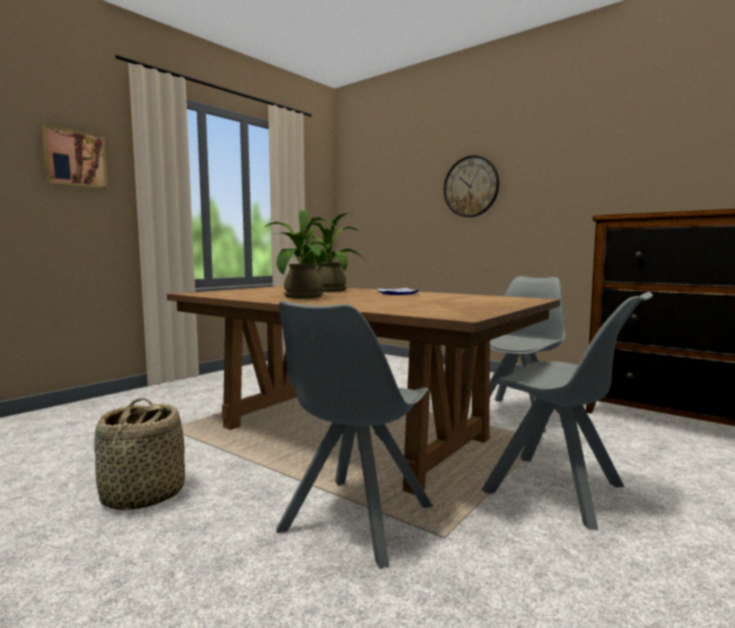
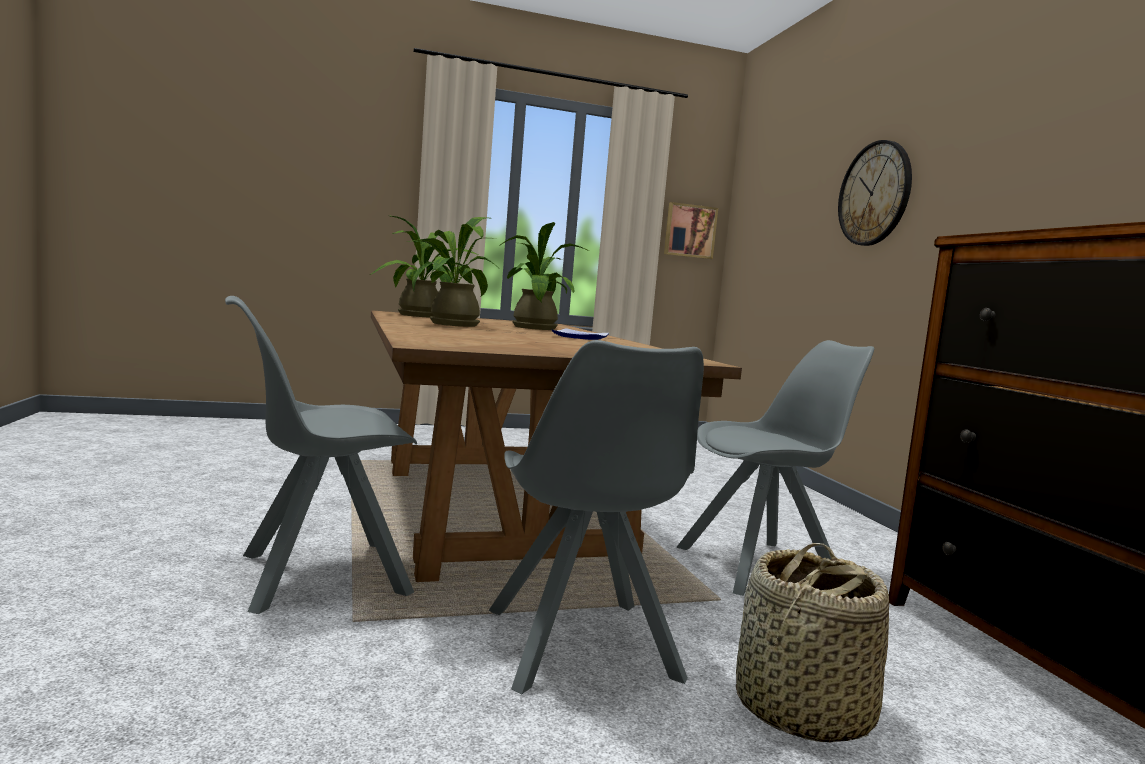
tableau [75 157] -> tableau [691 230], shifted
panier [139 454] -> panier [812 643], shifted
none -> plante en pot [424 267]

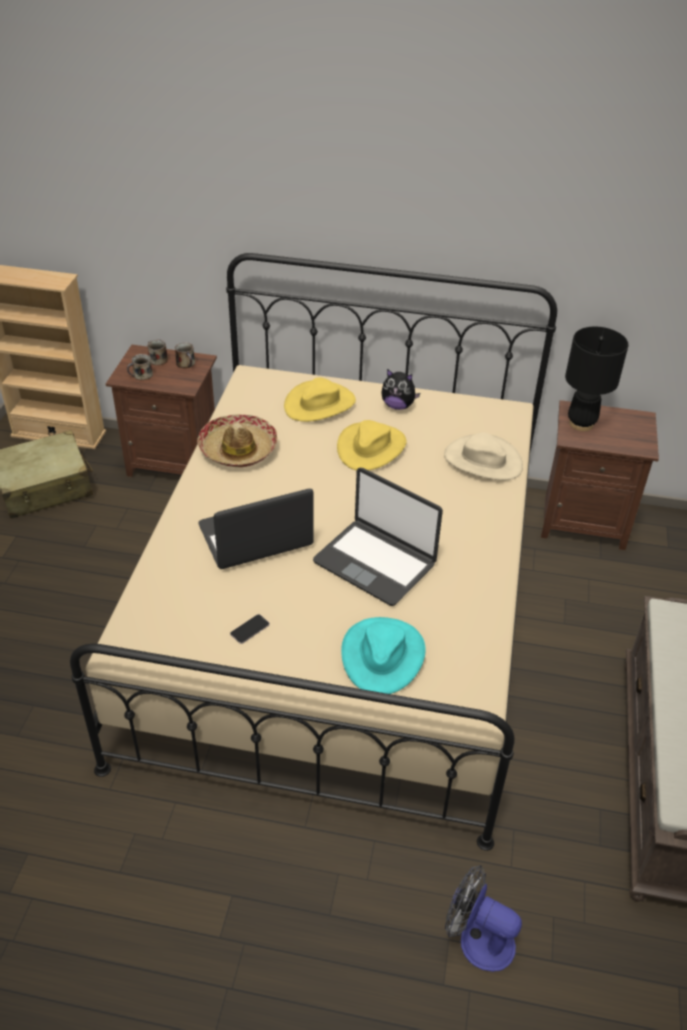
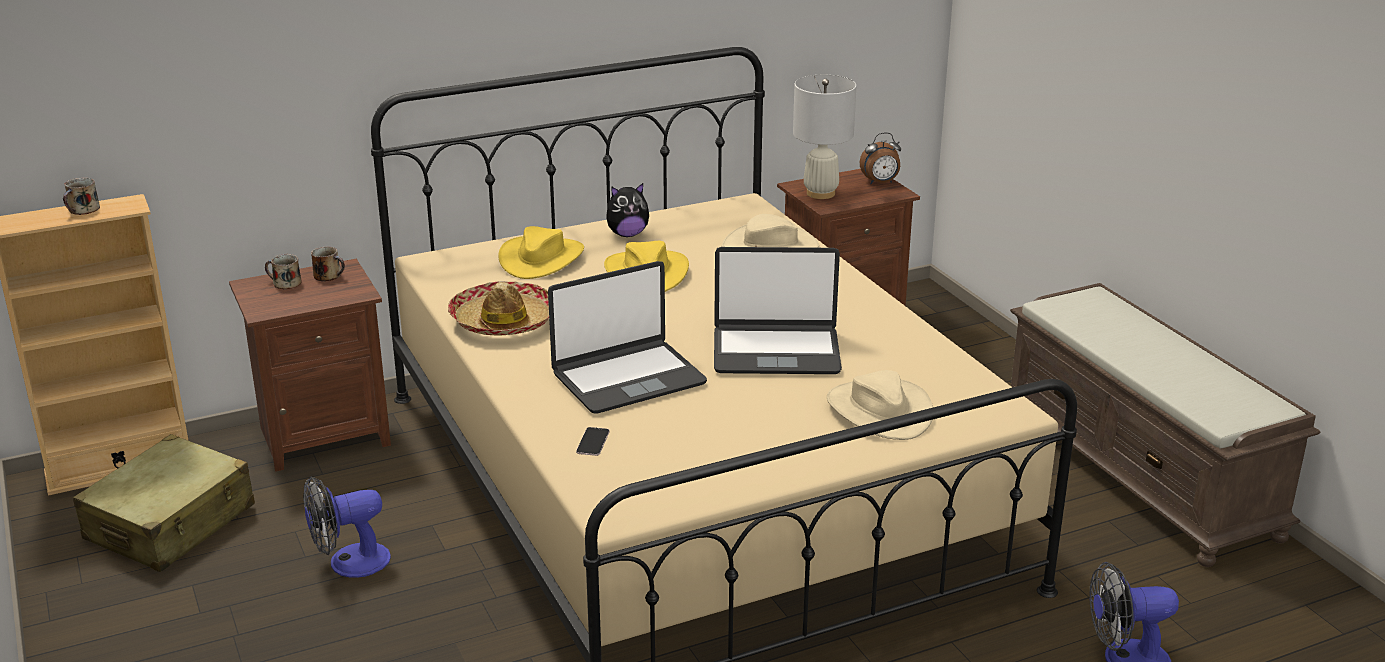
lampe de table (noir) [597 379] -> lampe de table (blanc) [824 137]
mug [140 367] -> mug [81 196], shifted
ordinateur portable [255 529] -> ordinateur portable [627 337], 150 degrees counterclockwise
téléphone [250 629] -> téléphone [593 441], shifted
chapeau (turquoise) [383 655] -> chapeau (beige) [880 405]
none -> réveil [880 158]
none -> ventilateur [347 527]

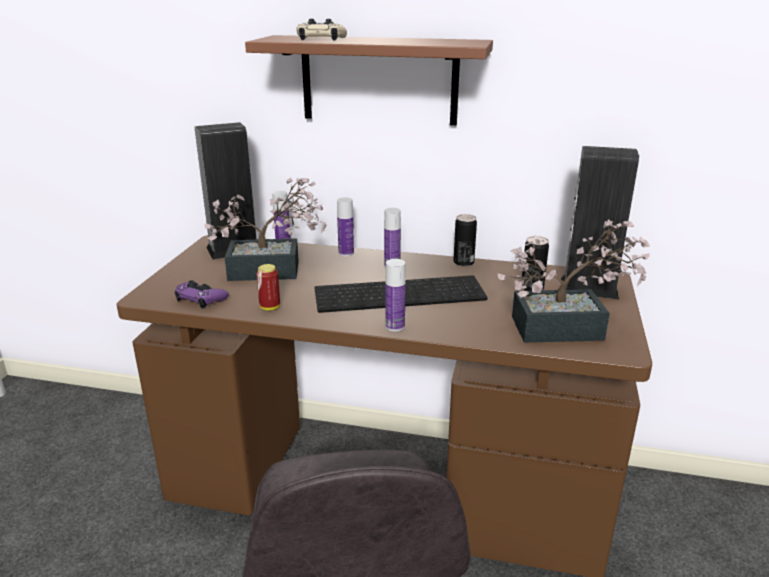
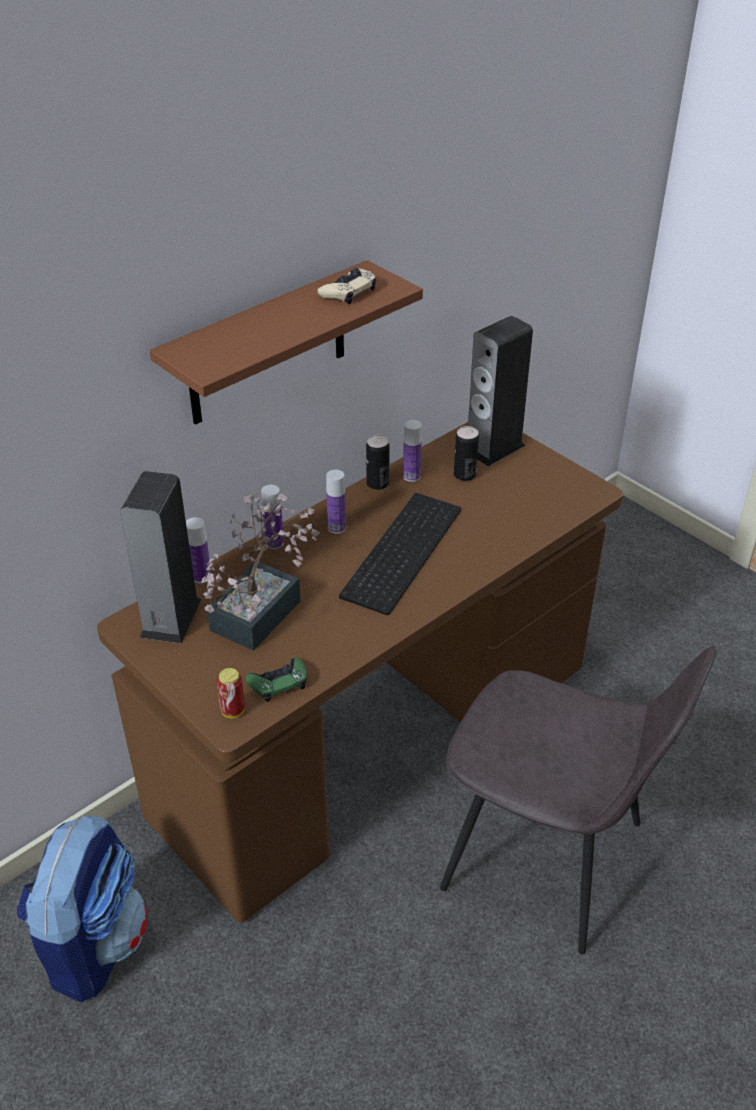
manette (beige) [322 29] -> manette (beige) [347 286], shifted
plante en pot [574 281] -> none
bouteille [395 295] -> bouteille [412 451], shifted
boîte métallique [268 287] -> boîte métallique [231 693], shifted
manette (violet) [202 294] -> manette (vert) [276 679]
none -> sac à dos [82 908]

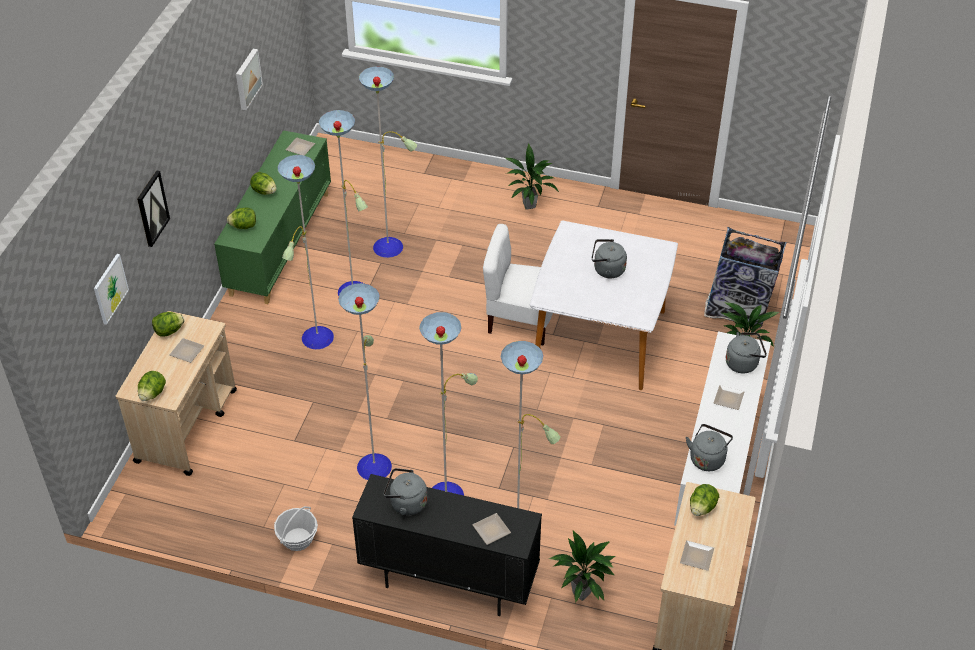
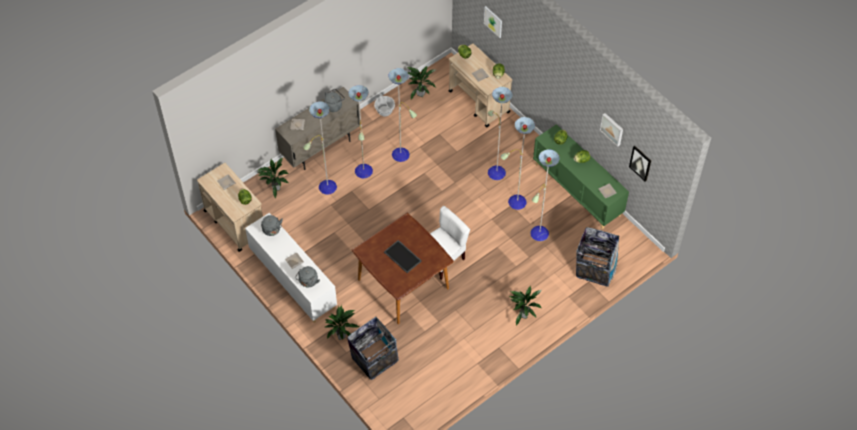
tableau [153 208] -> tableau [640 164], shifted
table à manger (blanc) [604 305] -> table à manger (marron) [402 268]
bouilloire (gris) [609 258] -> plateau [403 256]
meuble de rangement (noir) [447 545] -> meuble de rangement (beige) [317 128]
none -> plante en pot [421 82]
none -> poubelle [597 257]

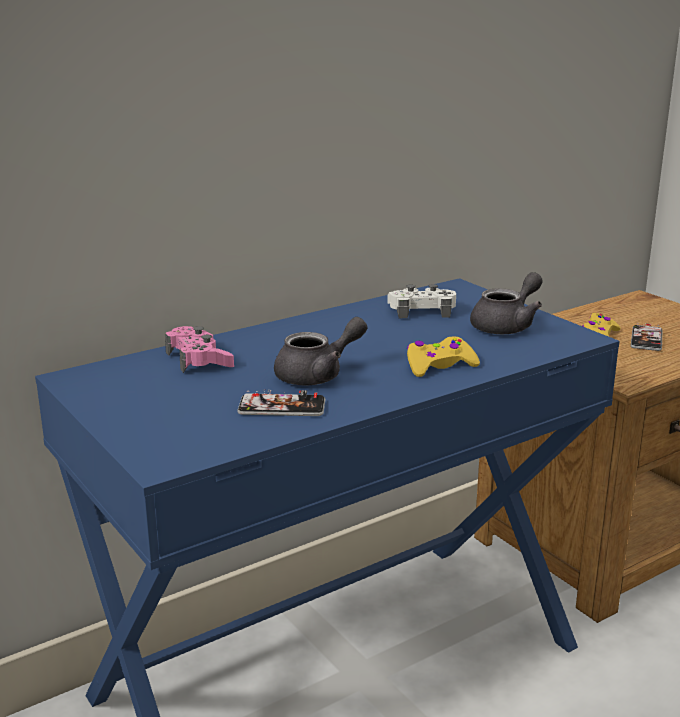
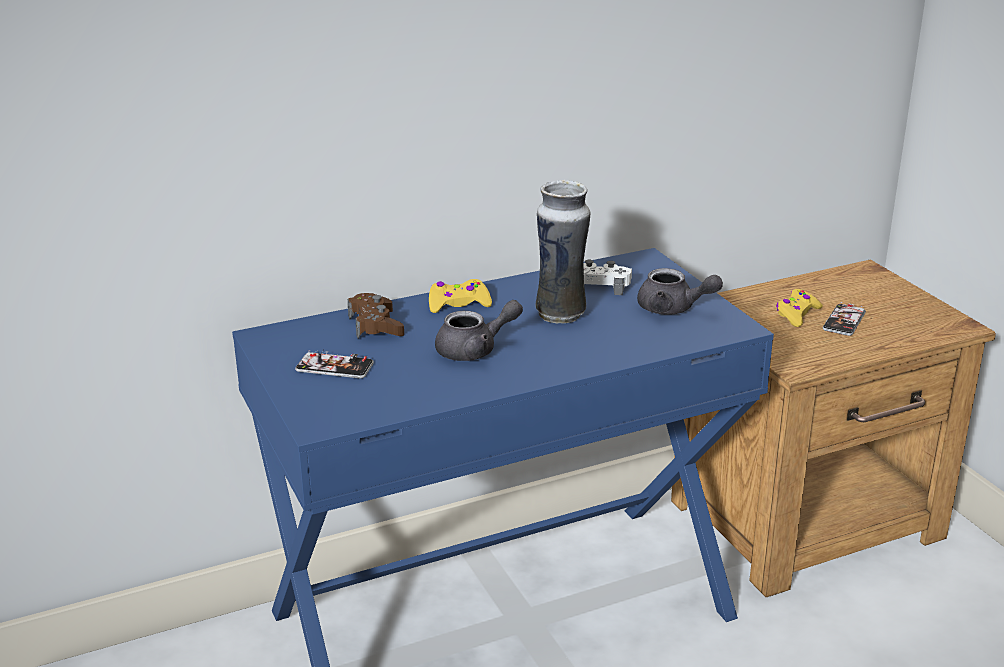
théière (gris) [506 303] -> théière (gris) [680 291], 60 degrees clockwise
manette (rose) [199 349] -> manette (marron) [376 315]
manette (jaune) [443 356] -> manette (jaune) [460 296], shifted
téléphone [281 402] -> téléphone [334 364], shifted
none -> vase [562 252]

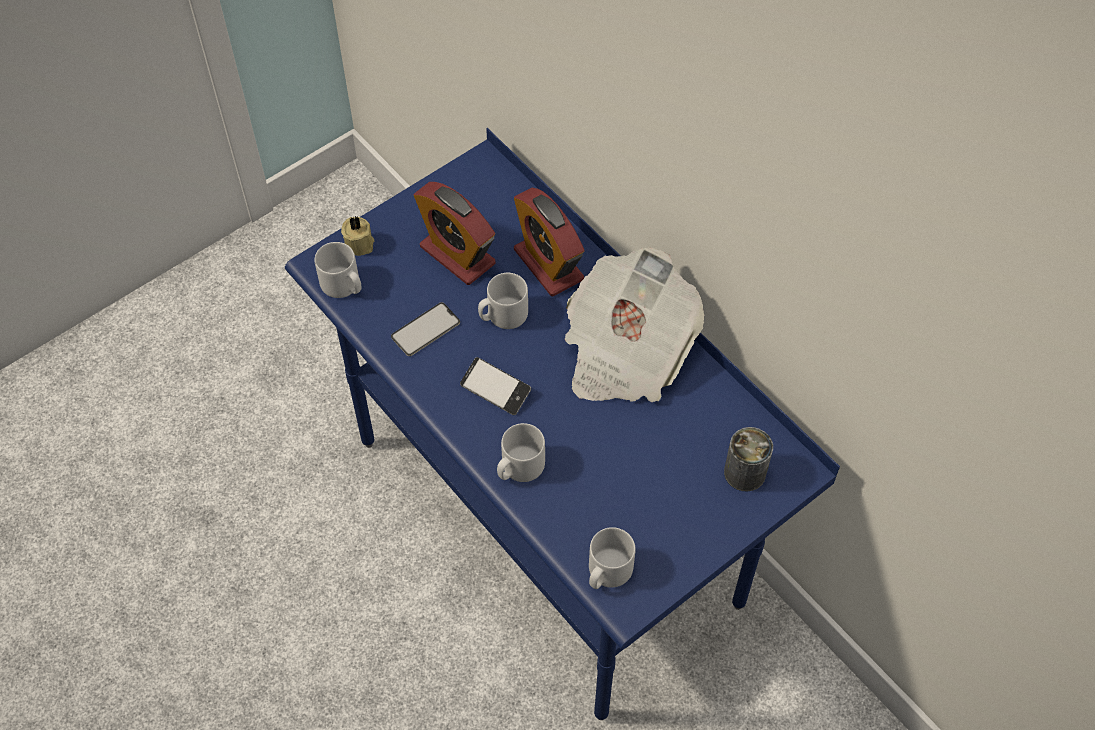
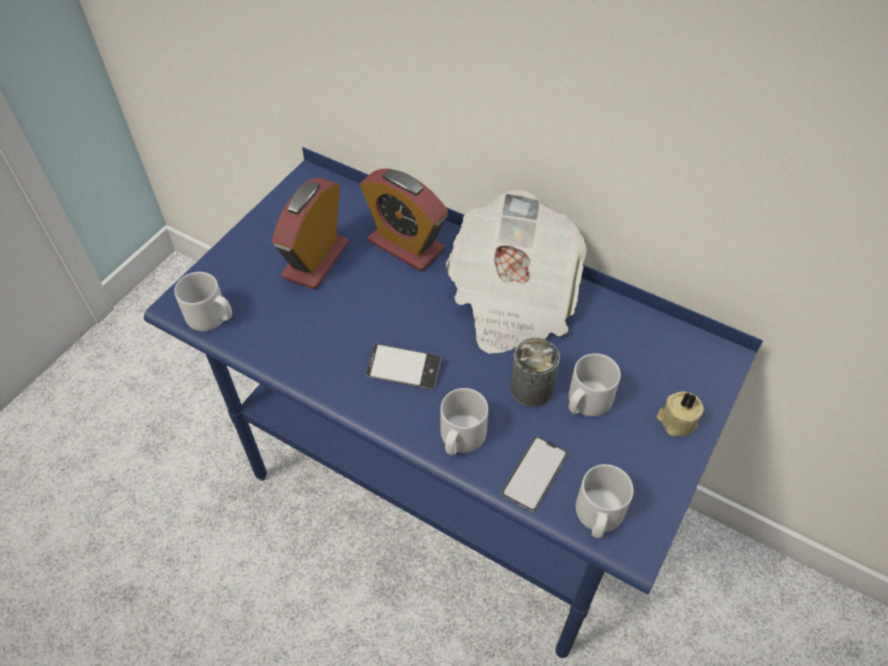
réveil [454 233] -> réveil [310 233], 90 degrees clockwise
bougie (beige) [357 236] -> bougie (beige) [680 414], shifted
mug (gris) [503 301] -> mug (gris) [595 385], shifted
téléphone [425 329] -> téléphone [534 474], shifted
boîte métallique [748 459] -> boîte métallique [535 372], shifted

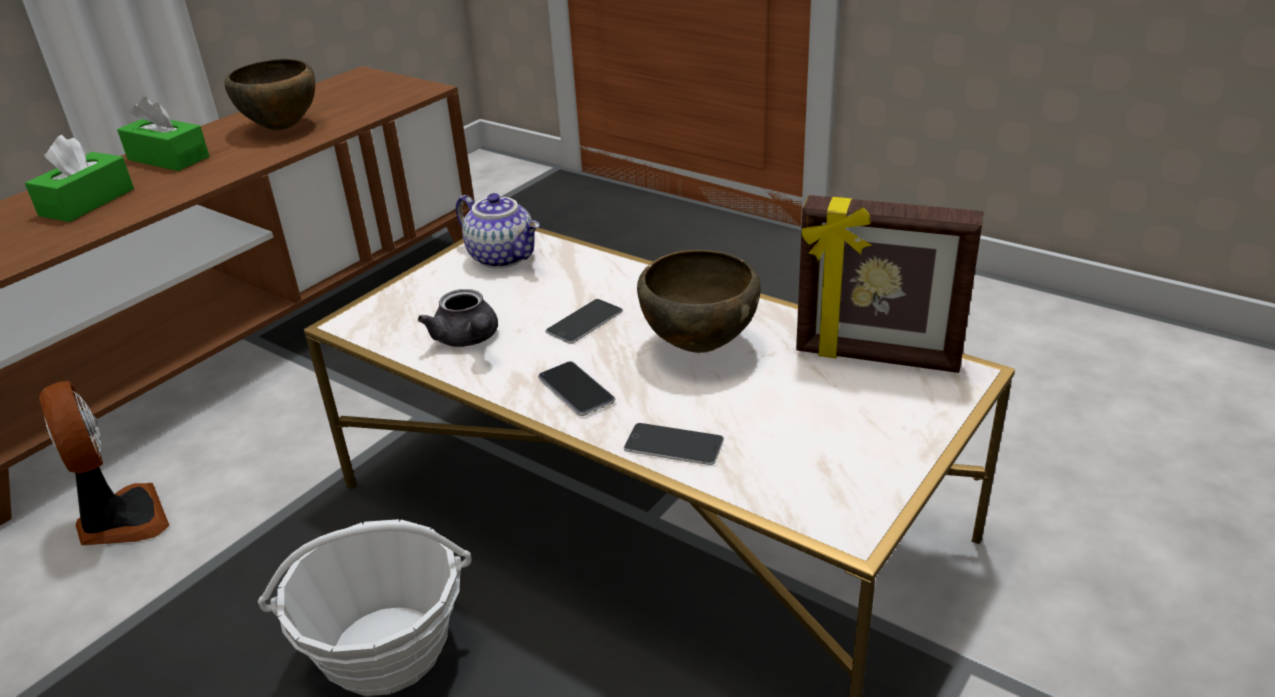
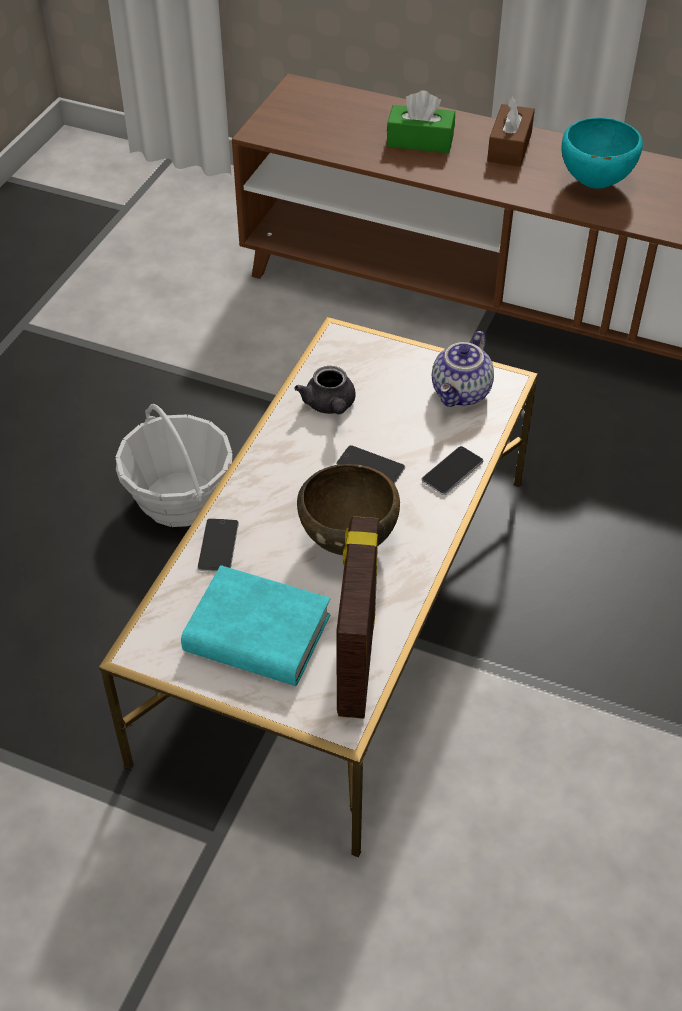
bol (marron) [269 95] -> bol (turquoise) [602 153]
boîte à mouchoirs (vert) [163 134] -> boîte à mouchoirs (marron) [511 132]
théière (gris) [458 318] -> théière (gris) [325 390], 60 degrees counterclockwise
téléphone [576 388] -> téléphone [452 470], shifted
ventilateur [104 463] -> none
none -> livre (turquoise) [255 625]

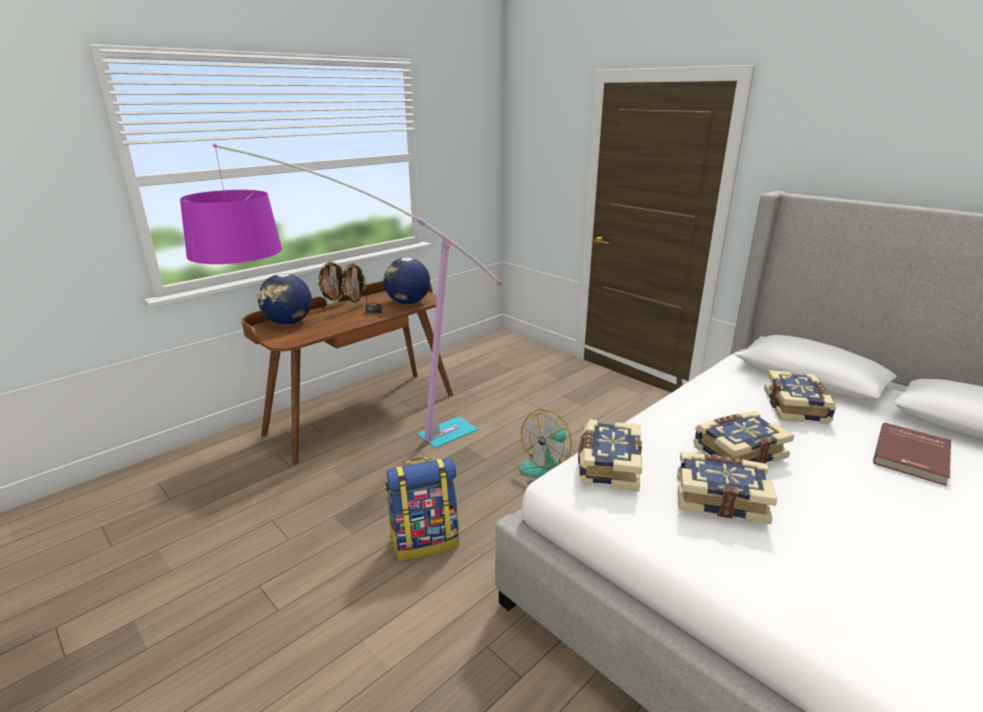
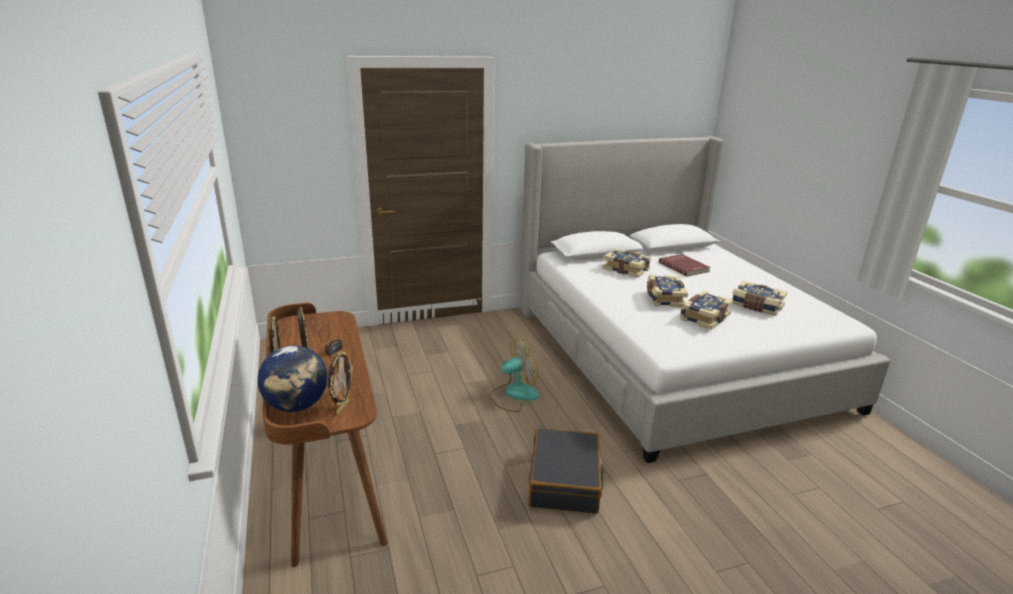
lampadaire [341 296] -> none
globe [407 281] -> none
ventilateur [545 443] -> ventilateur [514 375], 90 degrees counterclockwise
livre [610 455] -> livre [760 298], shifted
sac à dos [422 509] -> valise (noir) [567 471]
none -> cadre photo [340 383]

